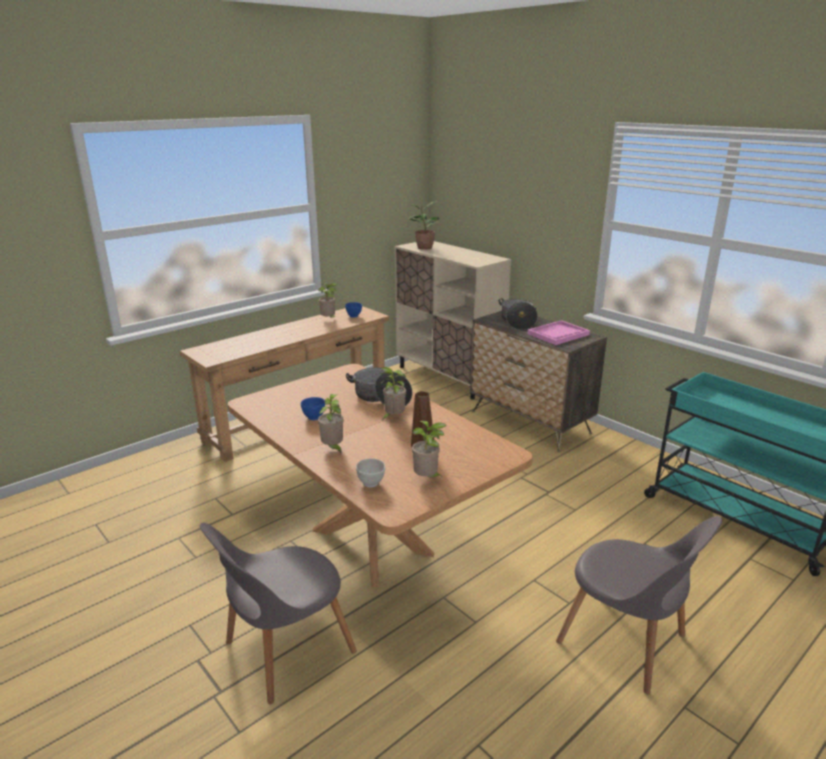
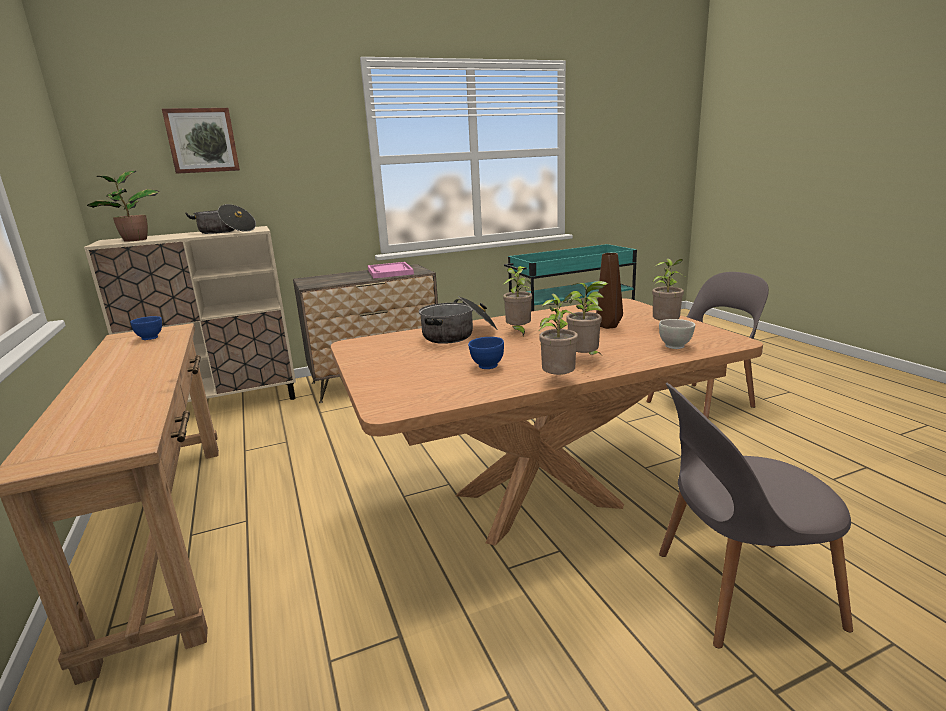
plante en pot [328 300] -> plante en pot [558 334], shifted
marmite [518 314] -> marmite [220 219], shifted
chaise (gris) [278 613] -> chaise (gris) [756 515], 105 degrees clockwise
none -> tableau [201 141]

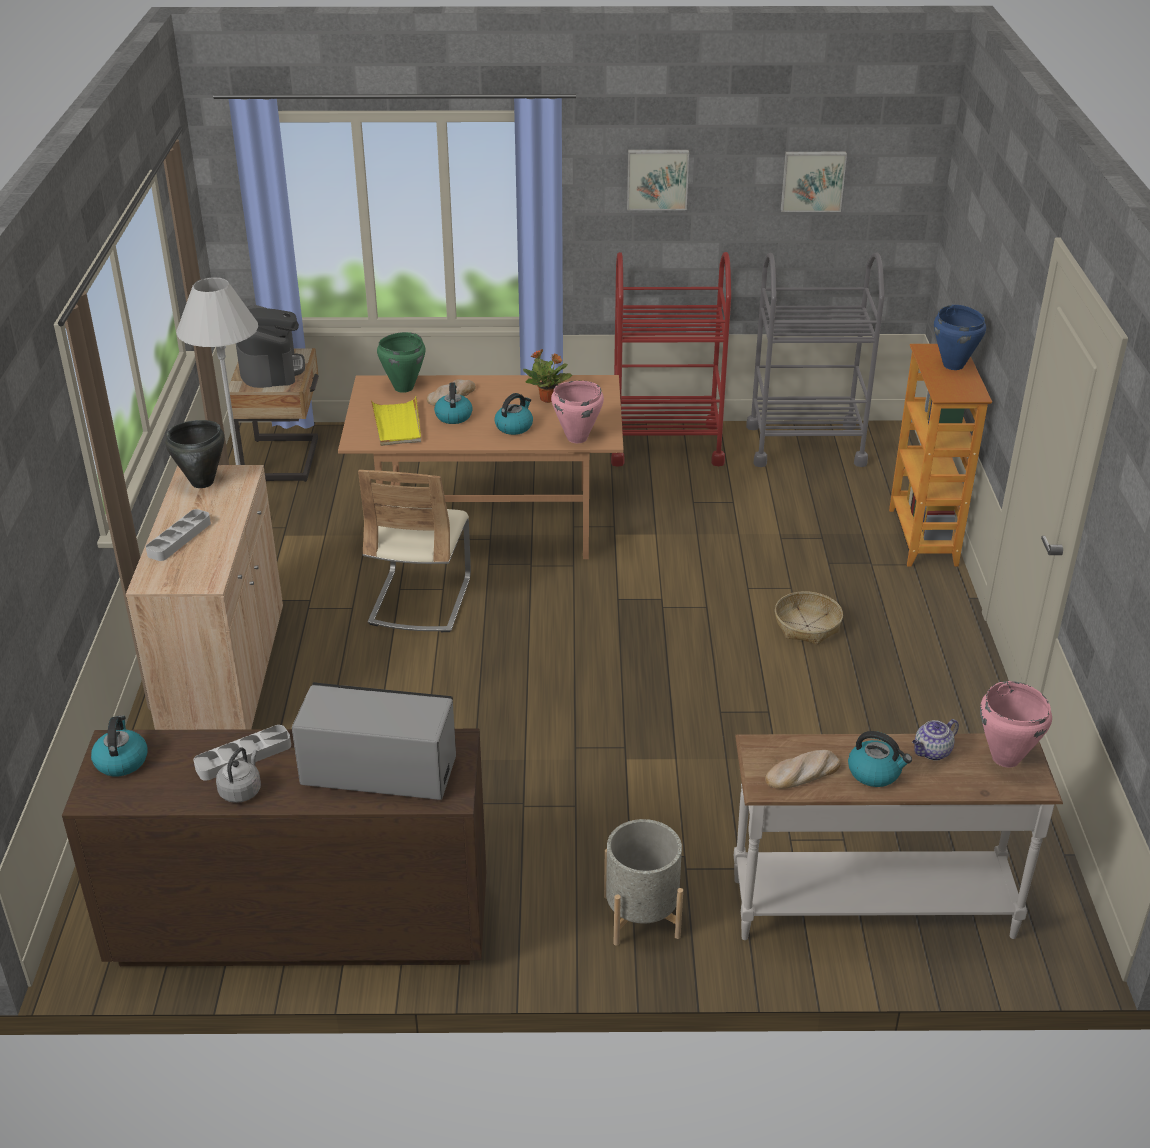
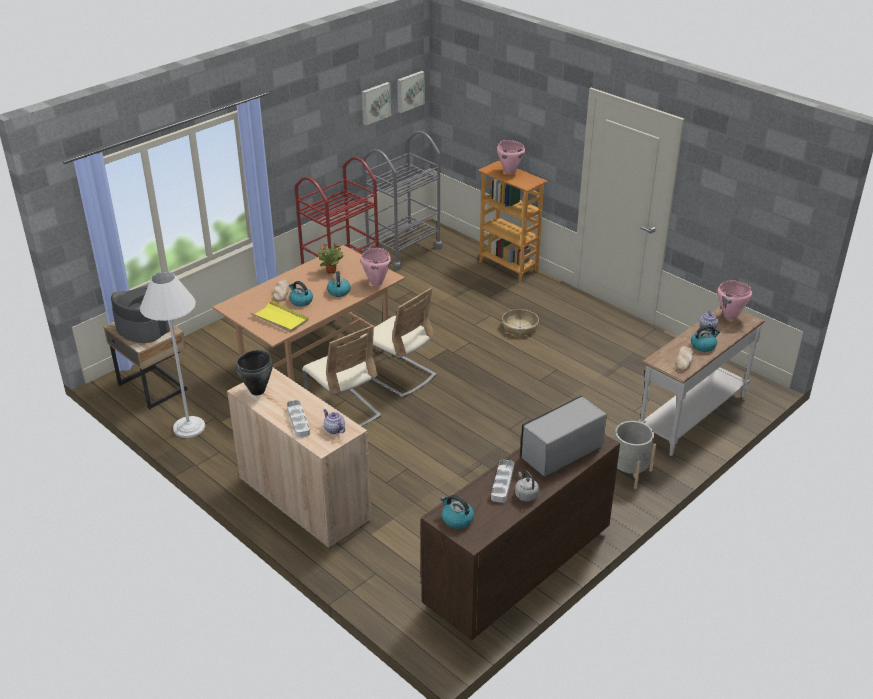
tableau [658 180] -> tableau [411 92], shifted
marmite (bleu) [960 337] -> marmite (rose) [511 157]
marmite (vert) [401 362] -> none
none -> chaise (beige) [398 342]
none -> théière [334 421]

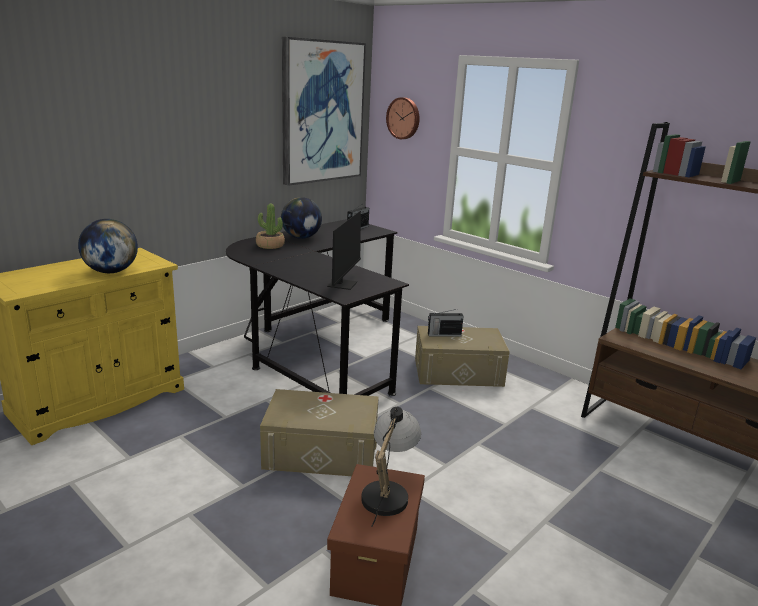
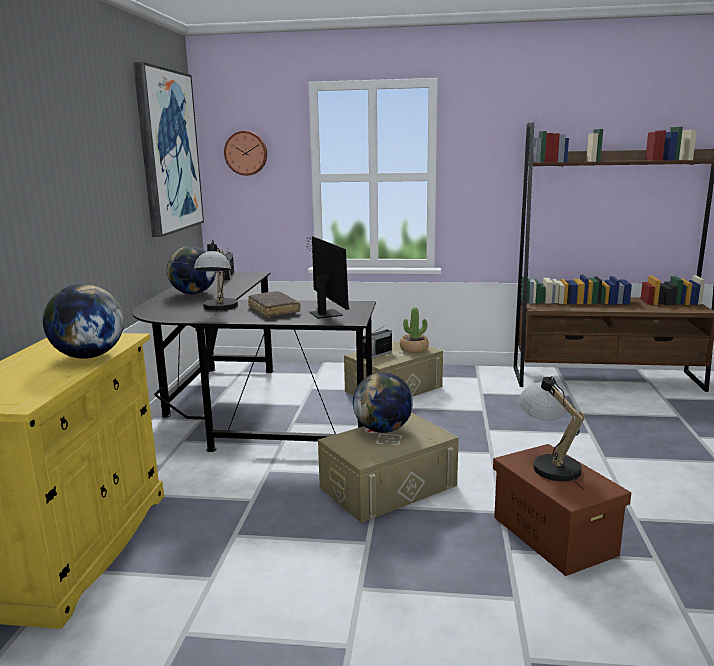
plante en pot [270 226] -> plante en pot [414 330], shifted
none -> lampe de table [216 275]
none -> livre (marron) [274 304]
none -> globe [383 402]

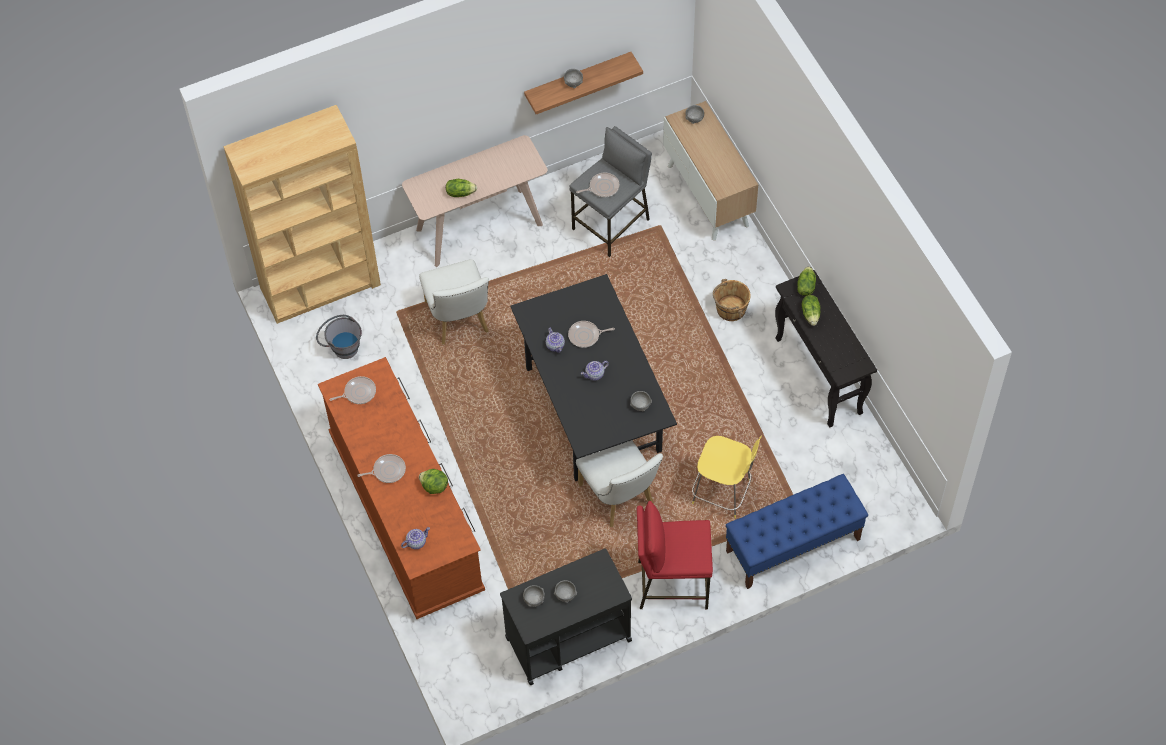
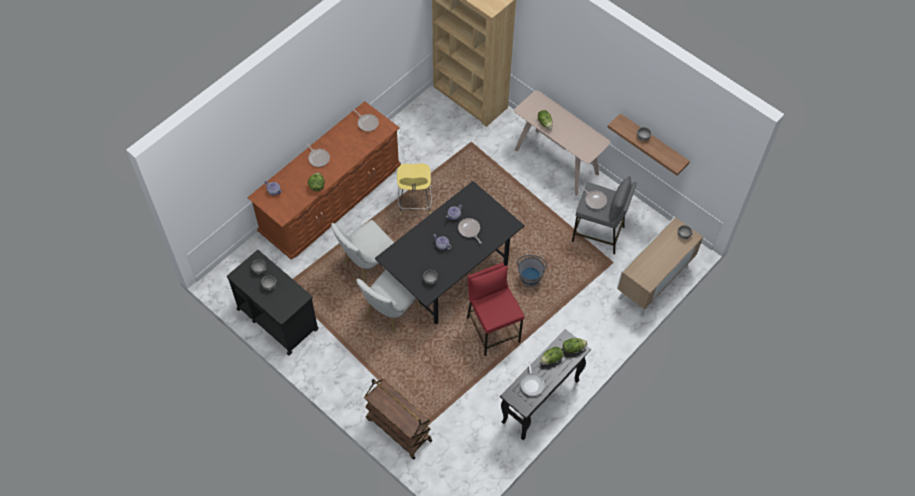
chaise (blanc) [454 302] -> chaise (blanc) [362 251], shifted
seau (marron) [732 300] -> none
seau (gris) [339 337] -> seau (gris) [532 271], shifted
tabouret (jaune) [727 477] -> tabouret (jaune) [414 188], shifted
banc (bleu) [797 531] -> chariot (marron) [398 419]
tabouret (rouge) [675 555] -> tabouret (rouge) [496 309], shifted
none -> poêle [532 379]

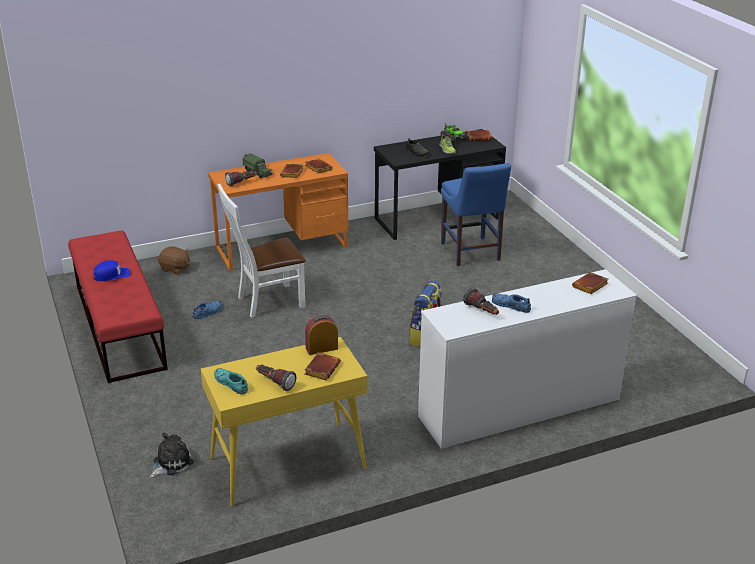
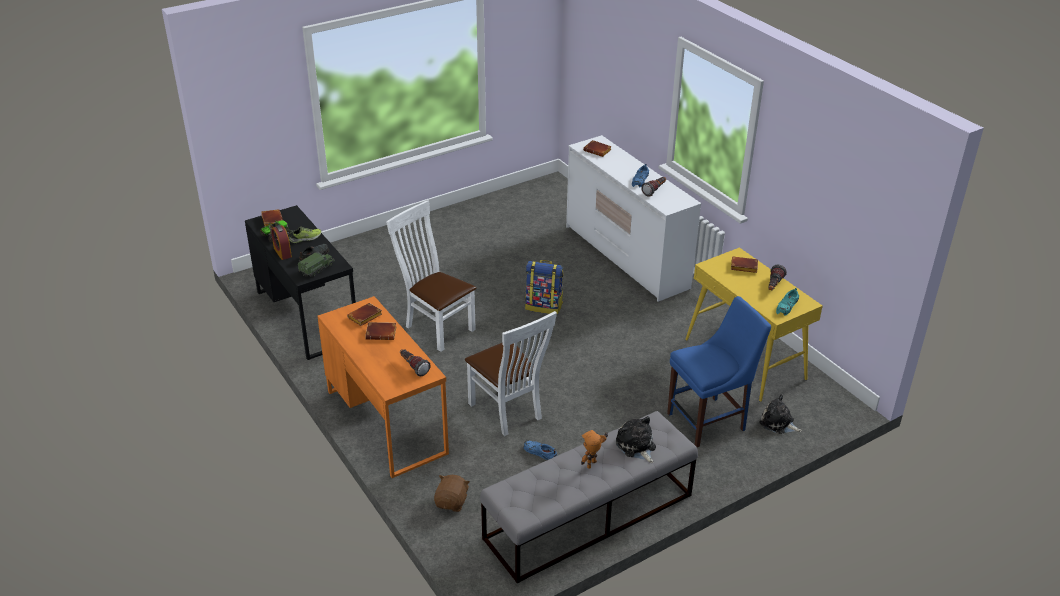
camion jouet [258 165] -> camion jouet [316 264], shifted
chaise (bleu) [476 214] -> chaise (bleu) [719 371], shifted
banc (rouge) [118 307] -> banc (gris) [589 497]
casquette (bleu) [111 270] -> robot jouet [594 449]
réveil [321 335] -> réveil [281 242], shifted
none -> chaise (blanc) [431 276]
none -> peluche [636 439]

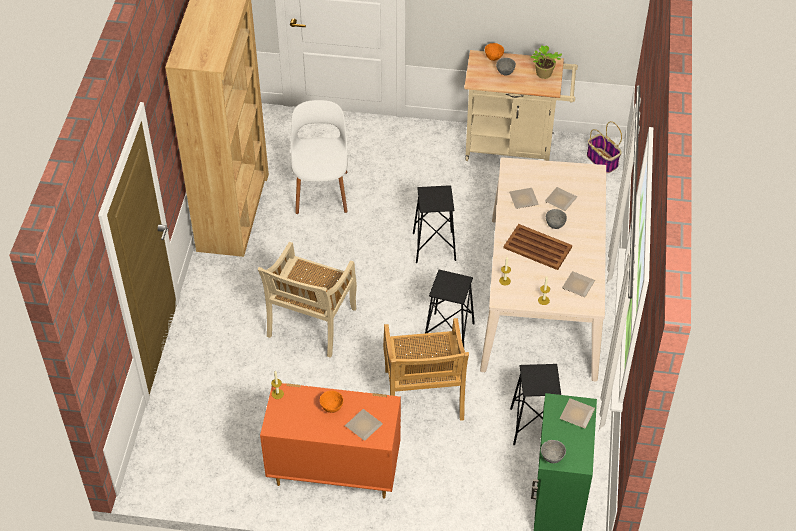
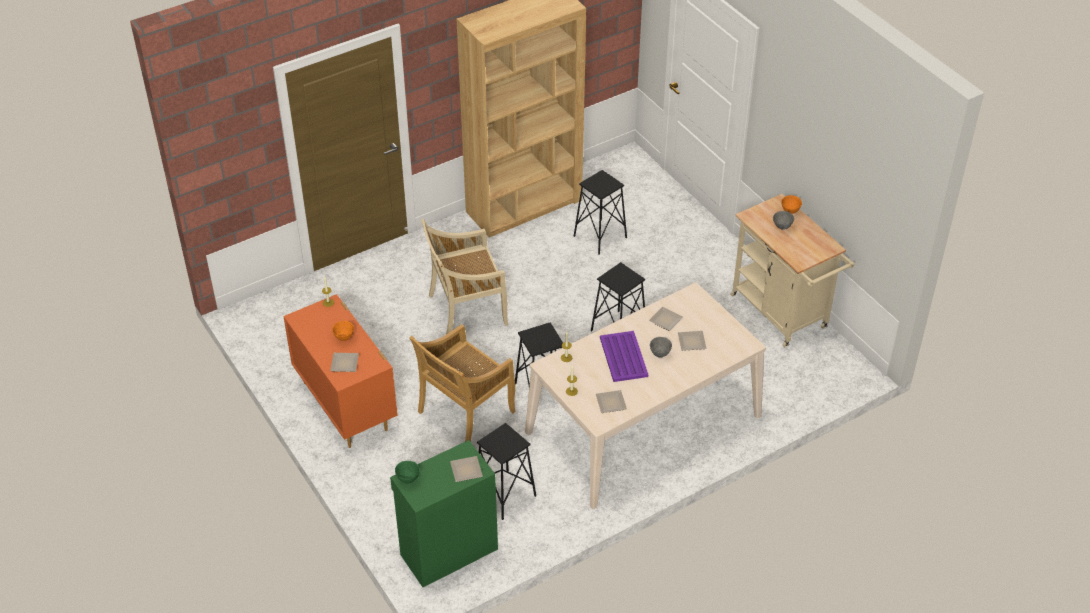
plante en pot [546 62] -> none
chaise (blanc) [319 157] -> tabouret (noir) [600 212]
panier [604 147] -> none
plateau (marron) [537 247] -> plateau (violet) [624 356]
bol (gris) [553 451] -> bol (vert) [407 472]

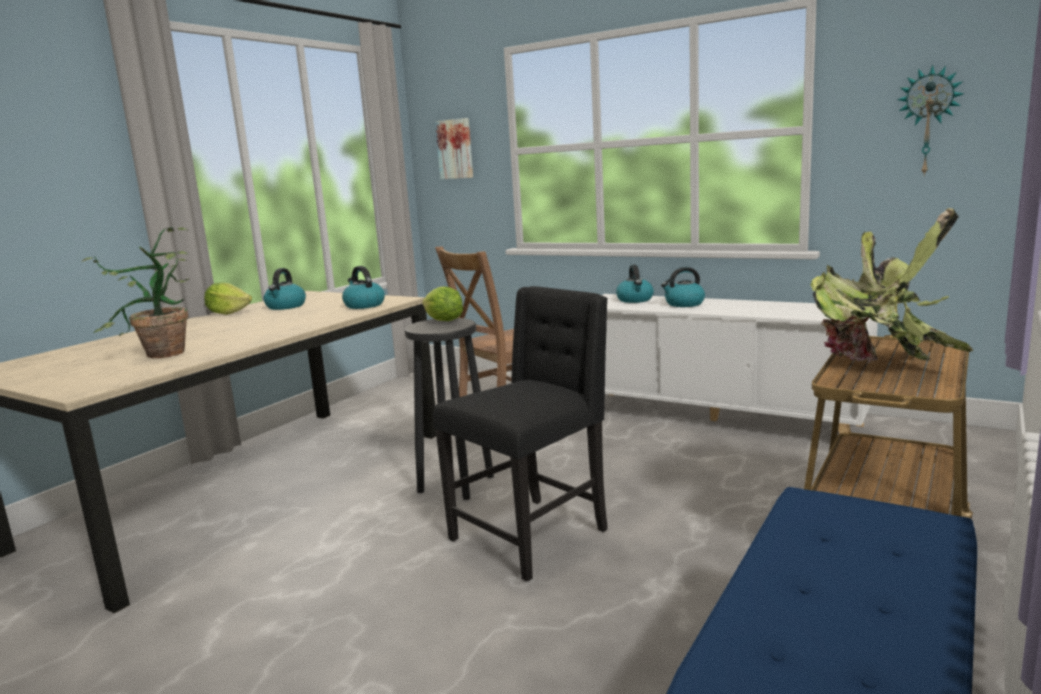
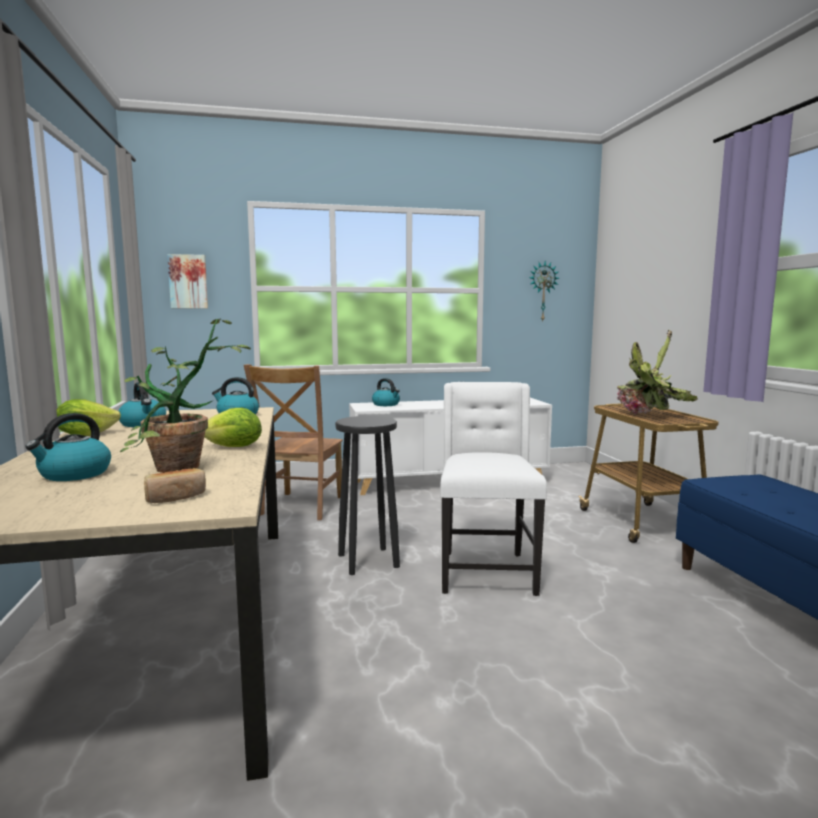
bouilloire [683 287] -> bouilloire [68 447], shifted
laitue [443 303] -> laitue [233 427], shifted
chaise (noir) [520 433] -> chaise (blanc) [493 489]
none -> pain [175 485]

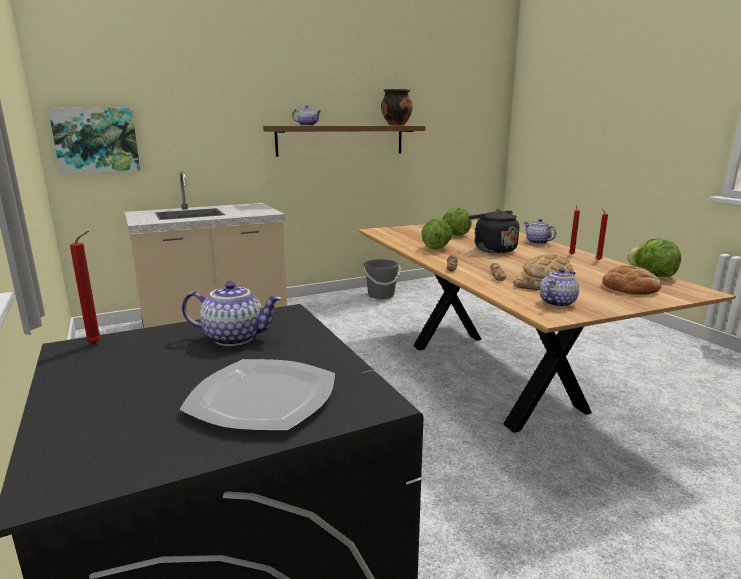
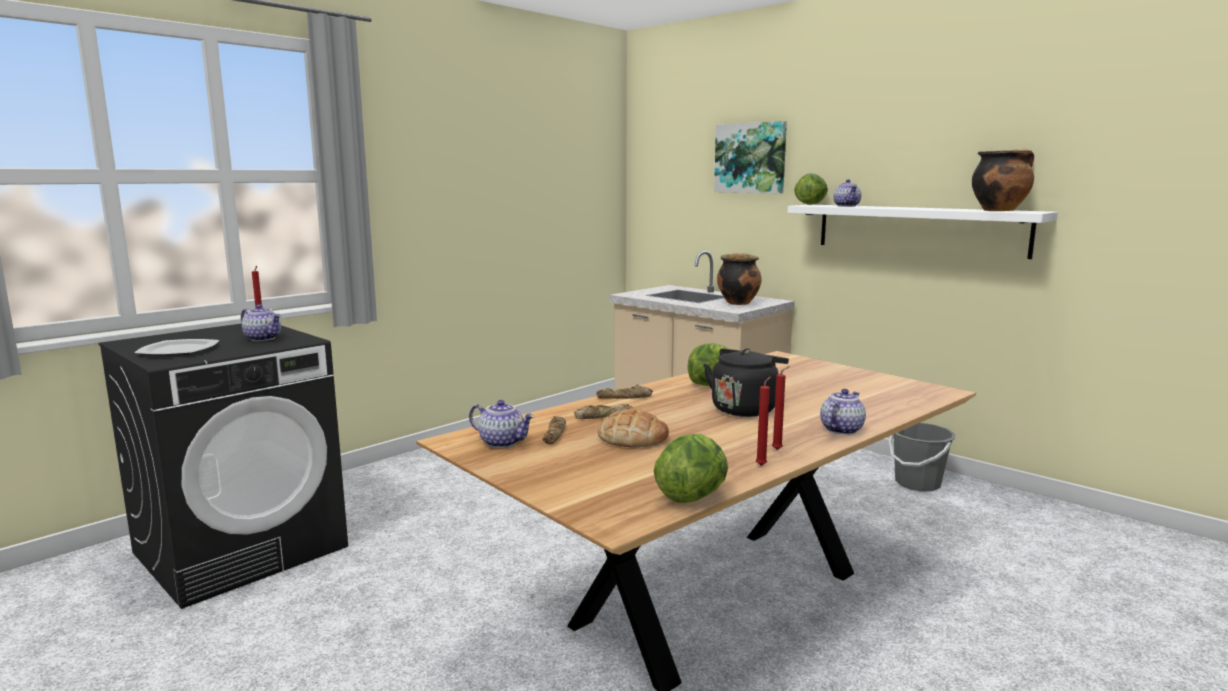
tableau [94 140] -> tableau [750 157], shifted
étagère (marron) [344 141] -> étagère (blanc) [922 232]
laitue [456 221] -> laitue [811 189], shifted
pain [632 280] -> none
théière [232 313] -> théière [261 322], 45 degrees counterclockwise
none -> marmite [739 279]

